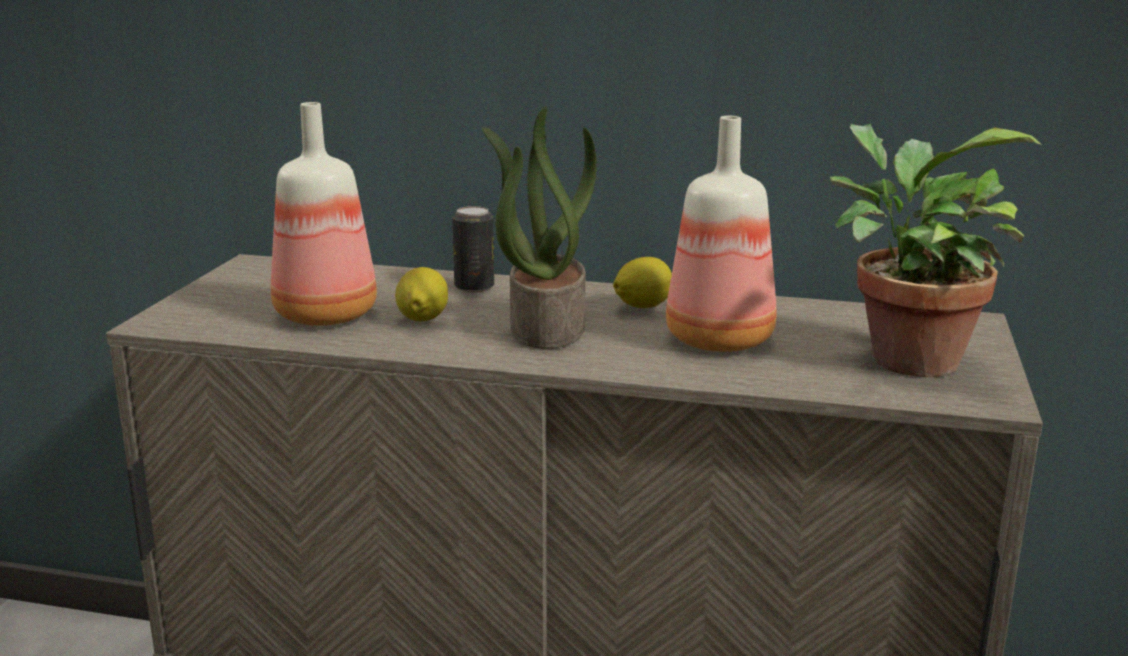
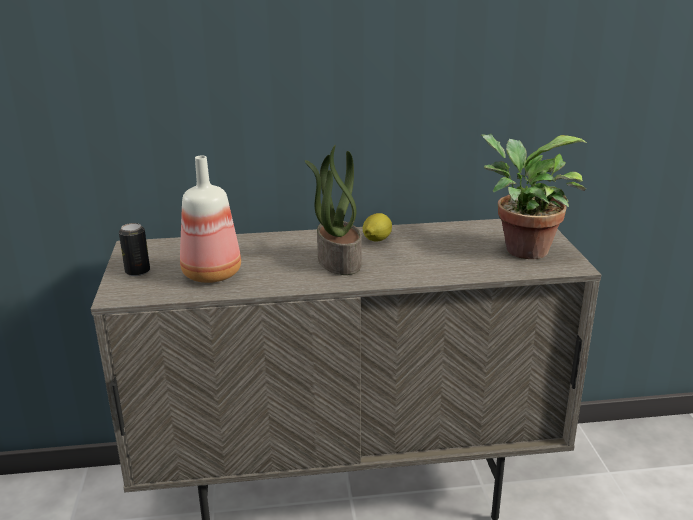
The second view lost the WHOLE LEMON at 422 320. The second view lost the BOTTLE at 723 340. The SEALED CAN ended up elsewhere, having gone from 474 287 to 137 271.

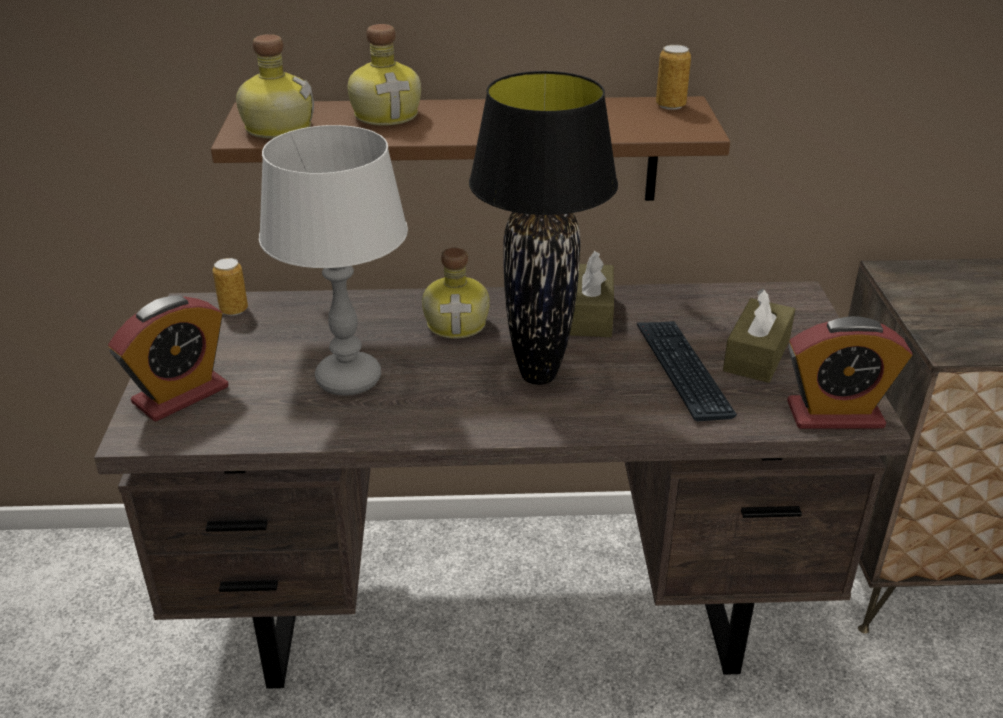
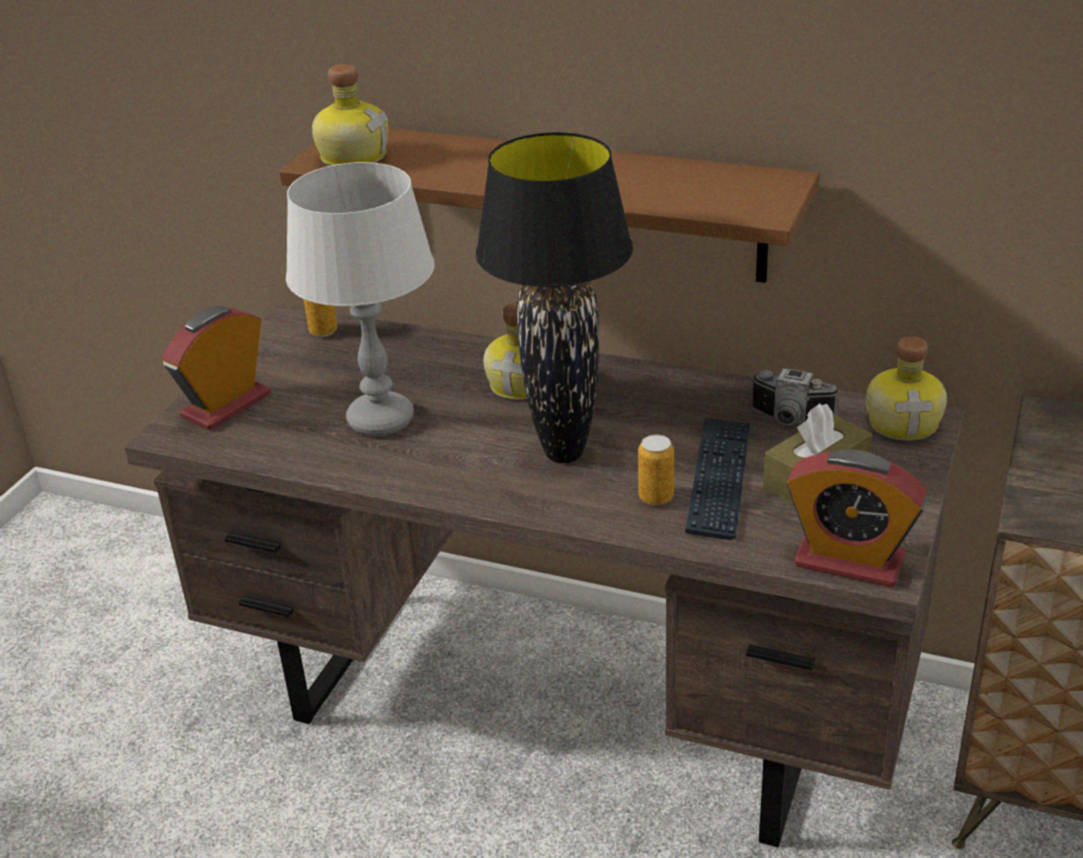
The second view lost the BROWNISH TISSUE HOLDER at 589 315. The second view gained the PHOTO CAMERA at 790 421. The BOTTLE ended up elsewhere, having gone from 387 115 to 904 422. The SEALED CAN ended up elsewhere, having gone from 670 105 to 656 497. The BEDSIDE CLOCK at 181 395 ended up facing another way, 150 degrees clockwise from before.

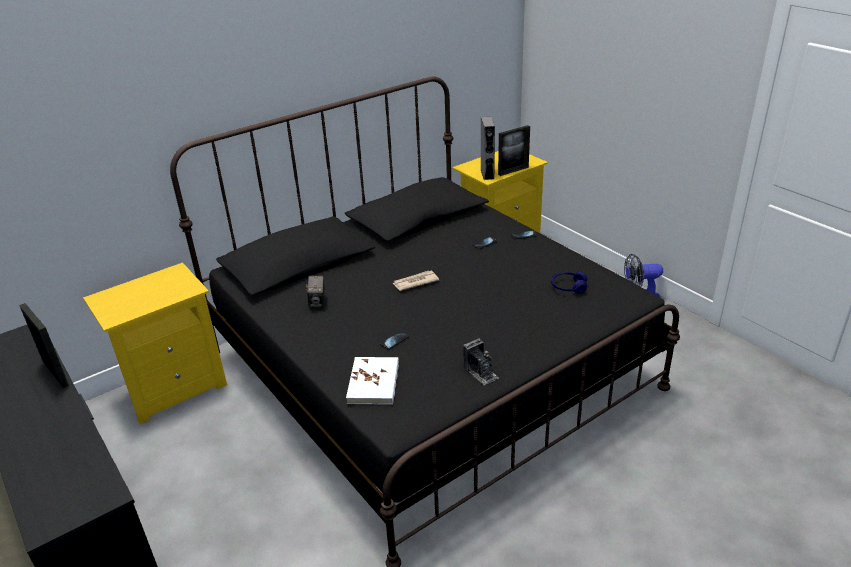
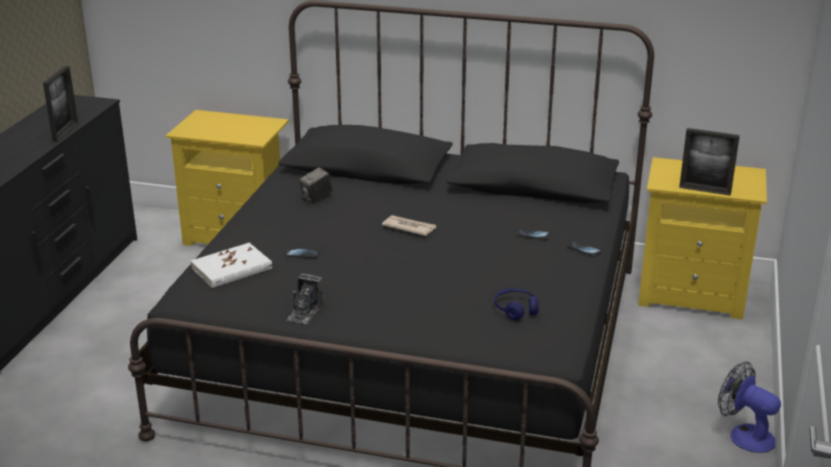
The second view lost the GREYISH LOUDSPEAKER at 487 174.

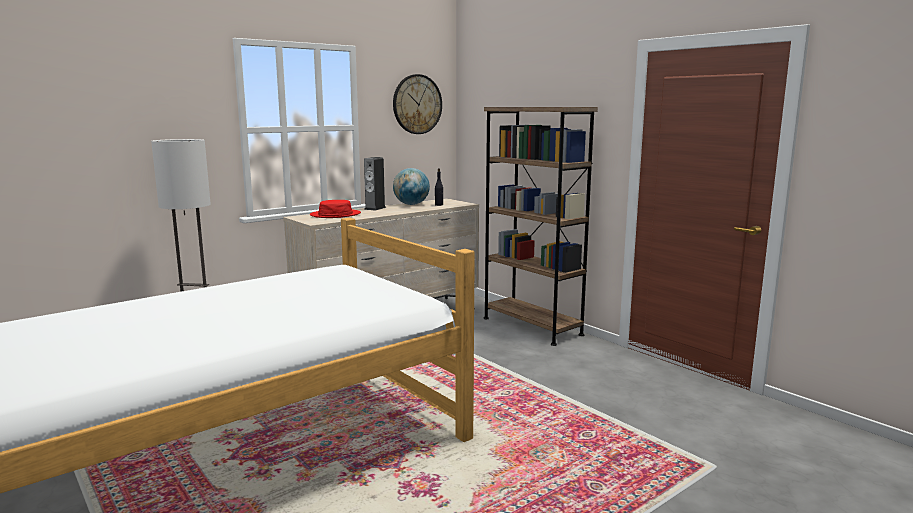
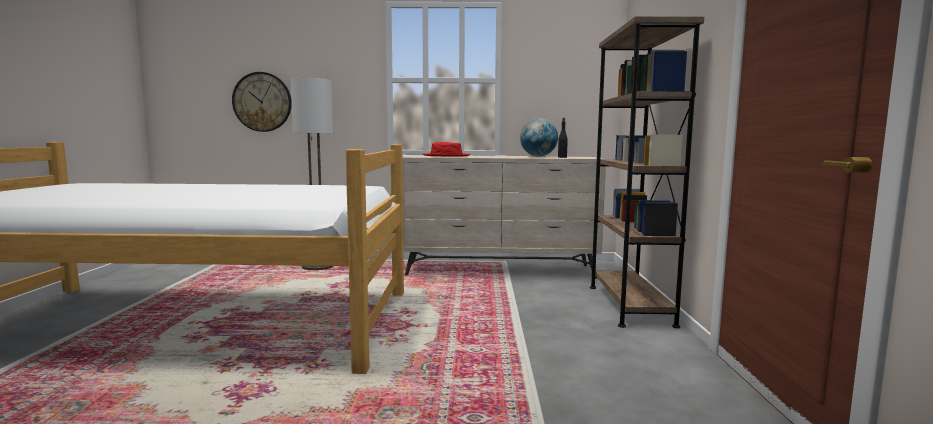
The second view lost the LOUDSPEAKER at 375 208. The HANGING CLOCK ended up elsewhere, having gone from 417 104 to 262 102.

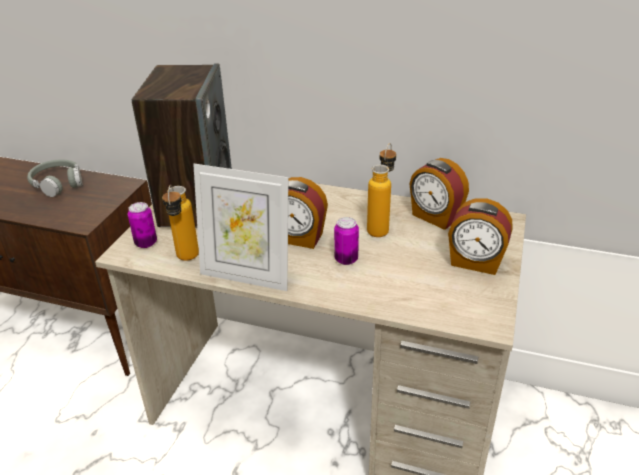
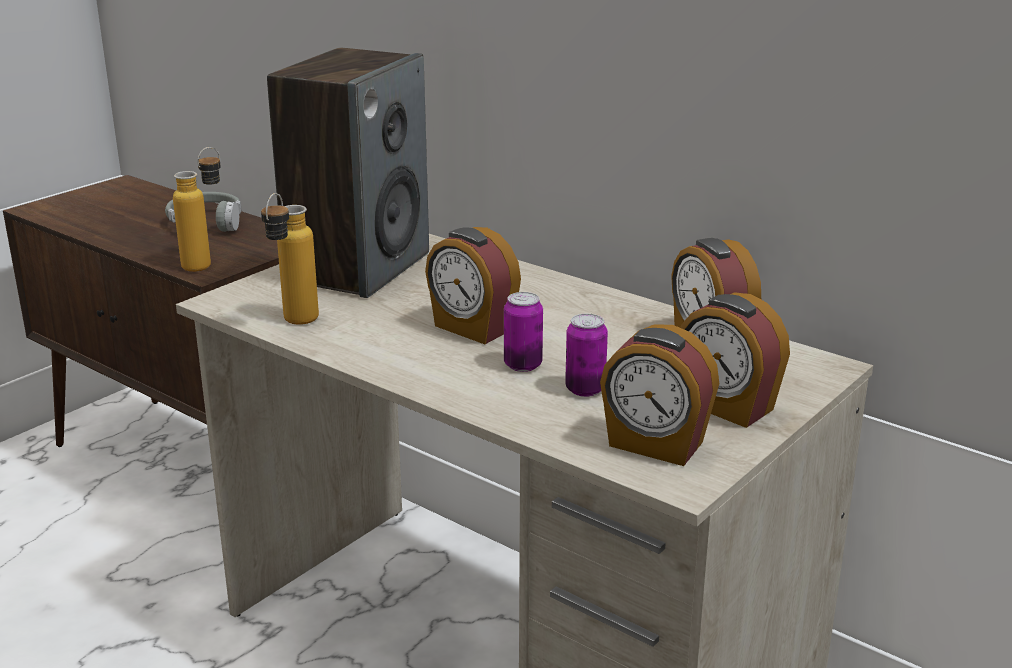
The second view lost the PICTURE FRAME at 246 276. The second view gained the BEDSIDE CLOCK at 655 445. The SEALED CAN ended up elsewhere, having gone from 146 243 to 585 389. The BOTTLE ended up elsewhere, having gone from 381 227 to 207 264.

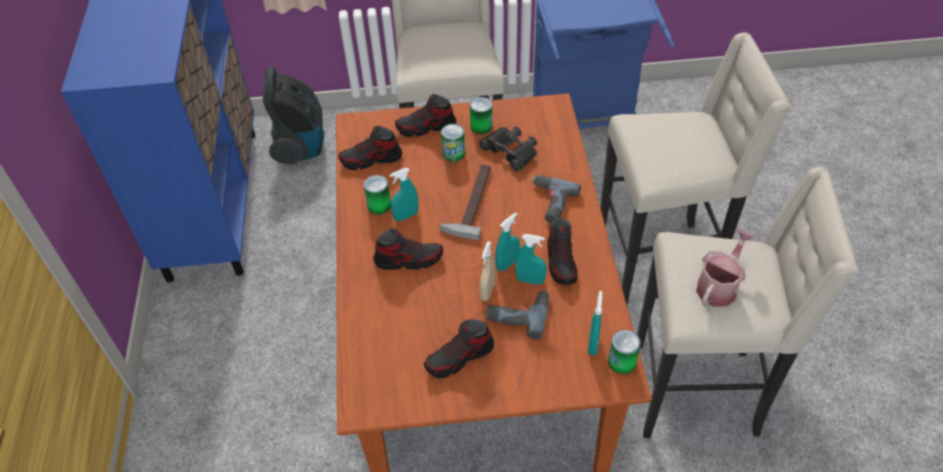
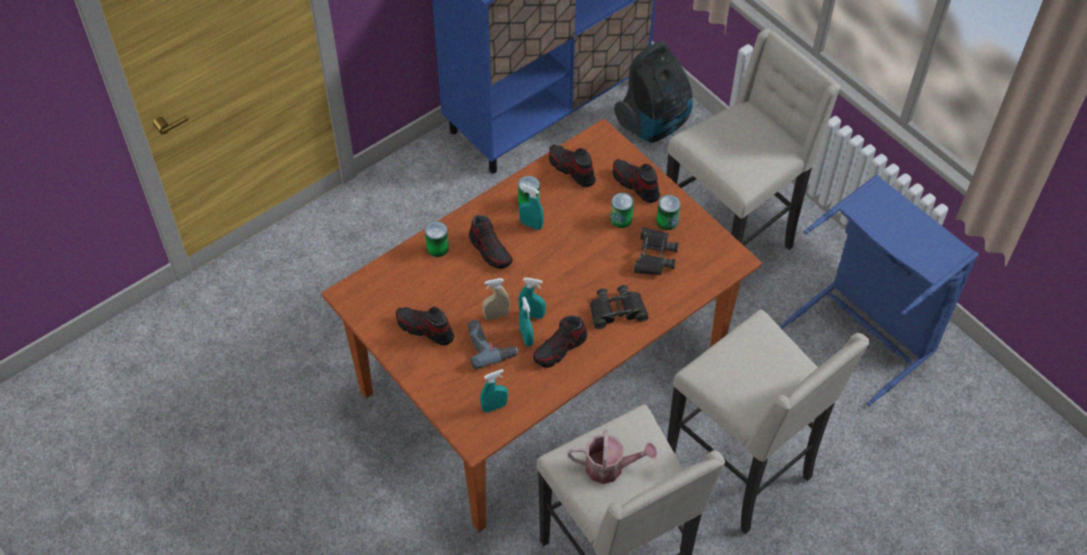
The second view lost the HAMMER at 470 201. The SEALED CAN ended up elsewhere, having gone from 622 362 to 437 248. Where the POWER DRILL stood at 549 202, the BLACK-COLOURED FIELD GLASSES came to stand at 617 311.

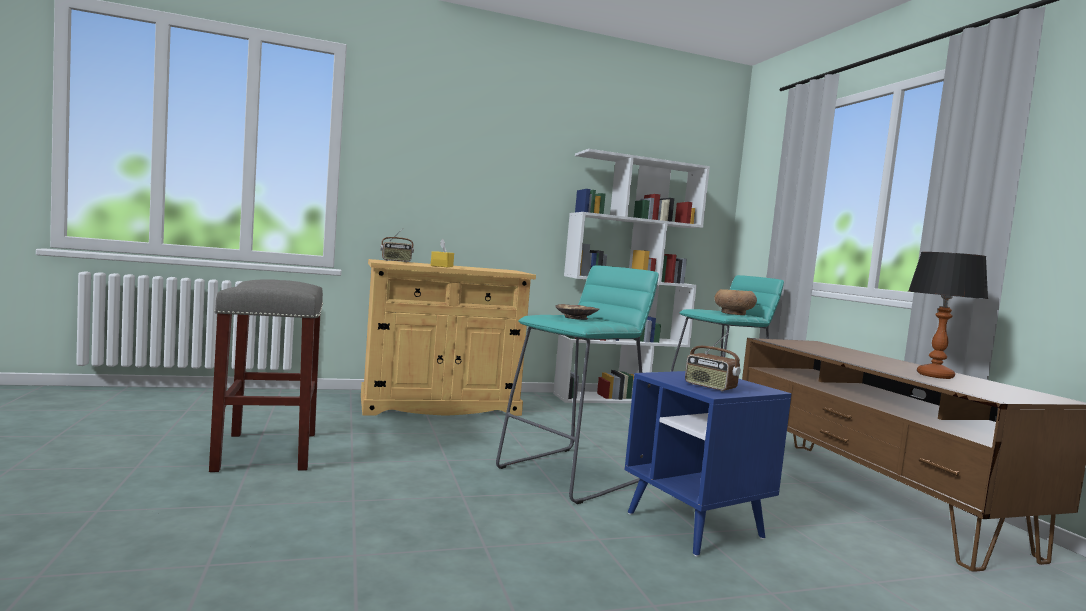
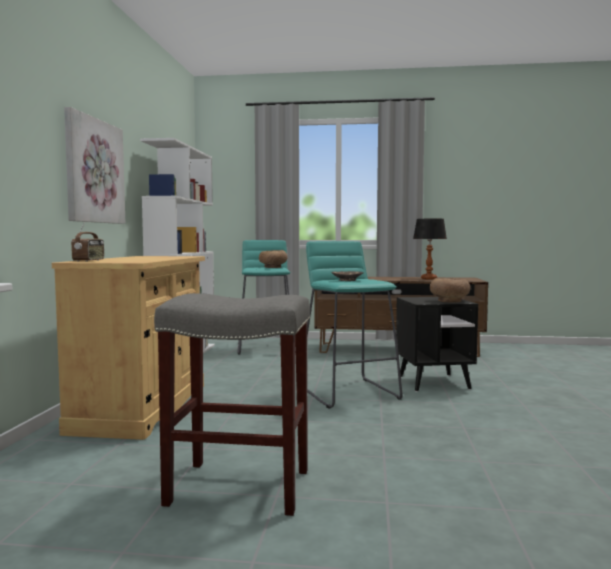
The second view lost the YELLOWISH TISSUE HOLDER at 442 266. The second view gained the PICTURE at 93 171. Where the RADIO RECEIVER stood at 709 387, the BROWNISH BOWL came to stand at 449 301. What was the BLUE ACCENT TABLE at 694 525 turned into the BLACK-COLOURED ACCENT TABLE at 433 383.

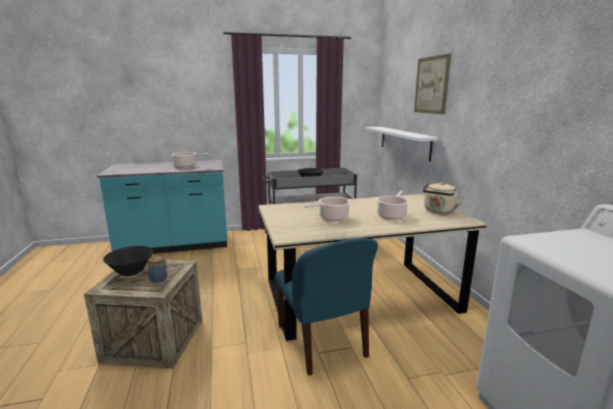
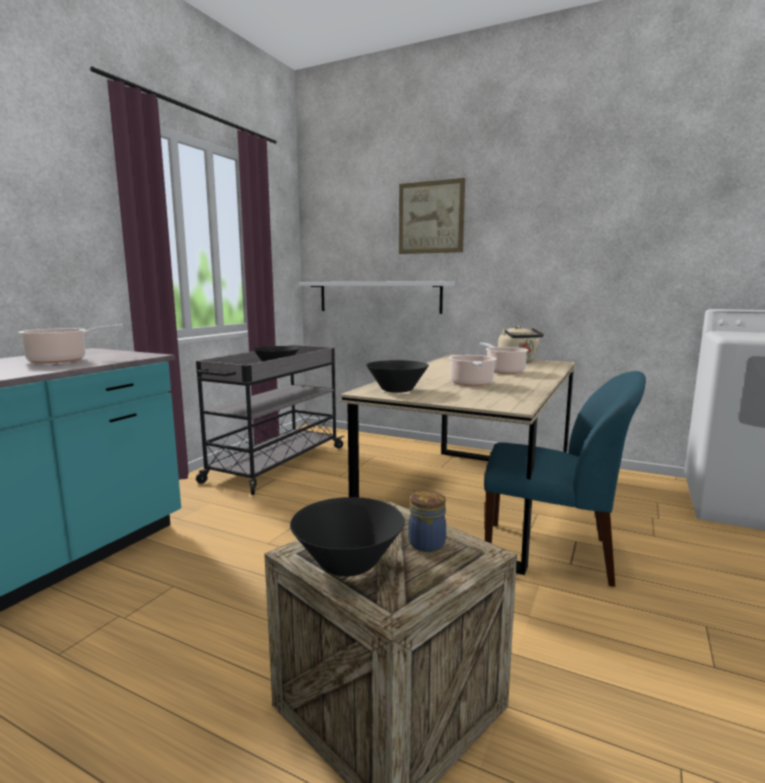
The second view gained the BLACK-COLOURED BOWL at 397 390.

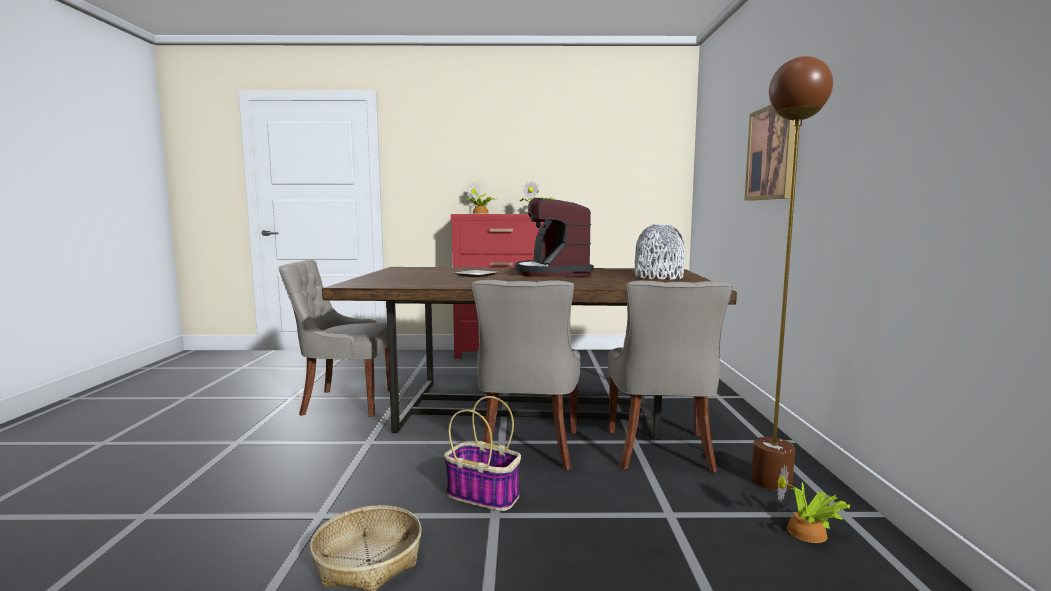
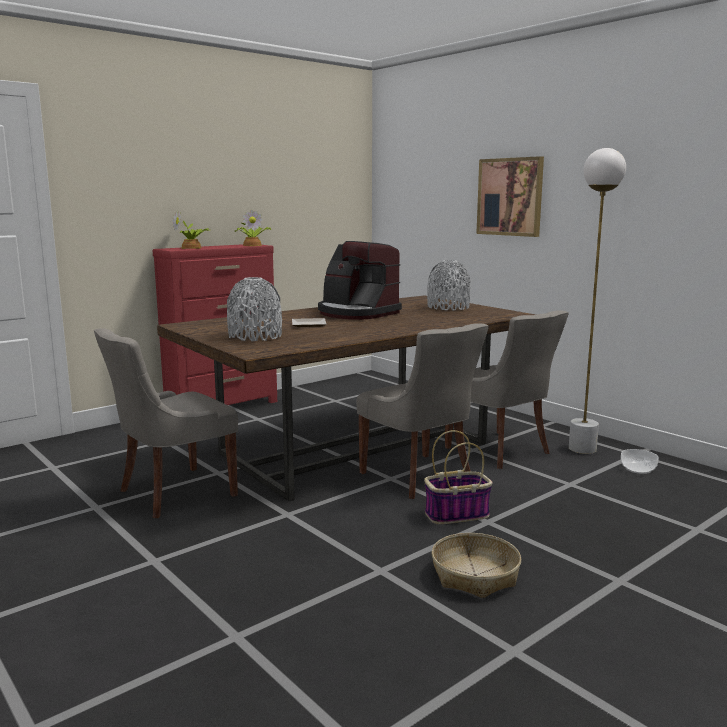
The second view gained the GREYISH FLOWER VASE at 255 336. Where the PLANT IN A POT stood at 809 533, the BOWL came to stand at 638 469. What was the BROWNISH STANDING LAMP at 771 482 turned into the WHITISH STANDING LAMP at 582 449.

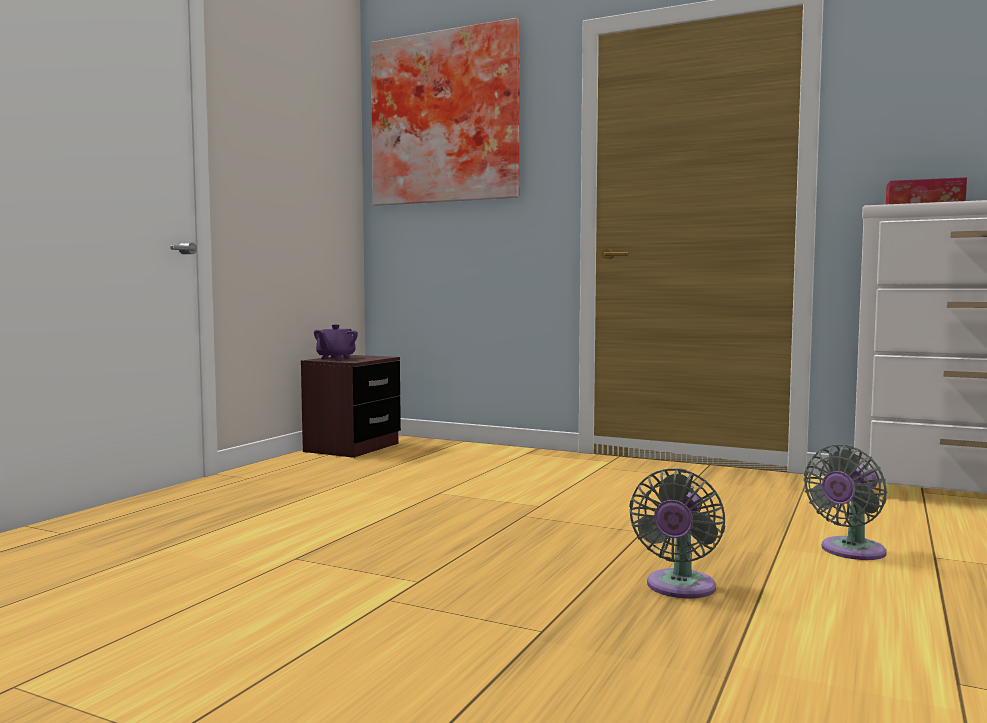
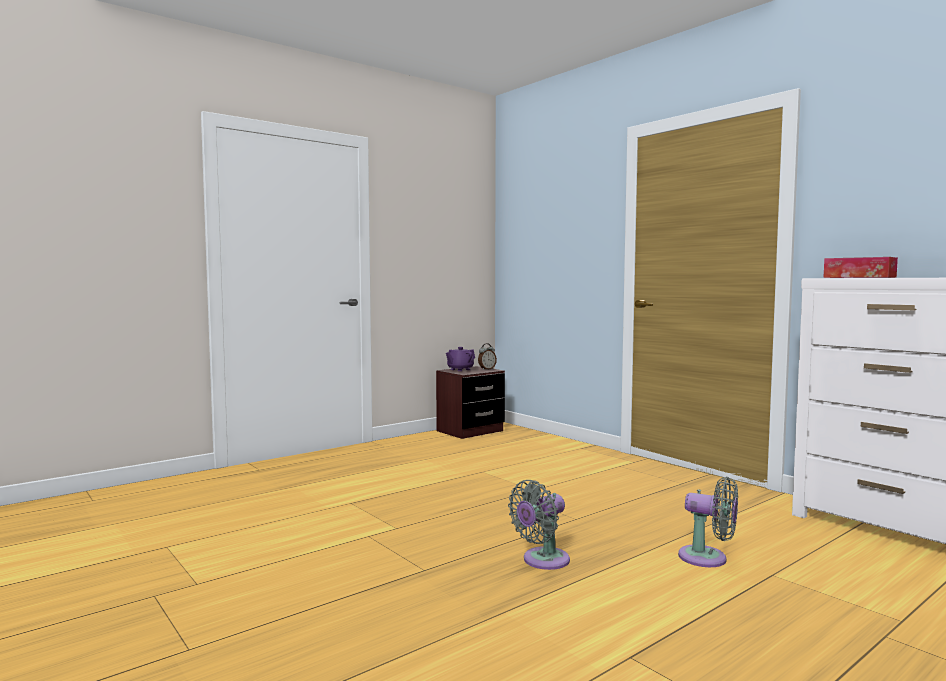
The second view lost the PICTURE at 446 118. The second view gained the BEDSIDE CLOCK at 486 369. The GREYISH FAN at 849 551 ended up facing another way, 135 degrees counterclockwise from before.

